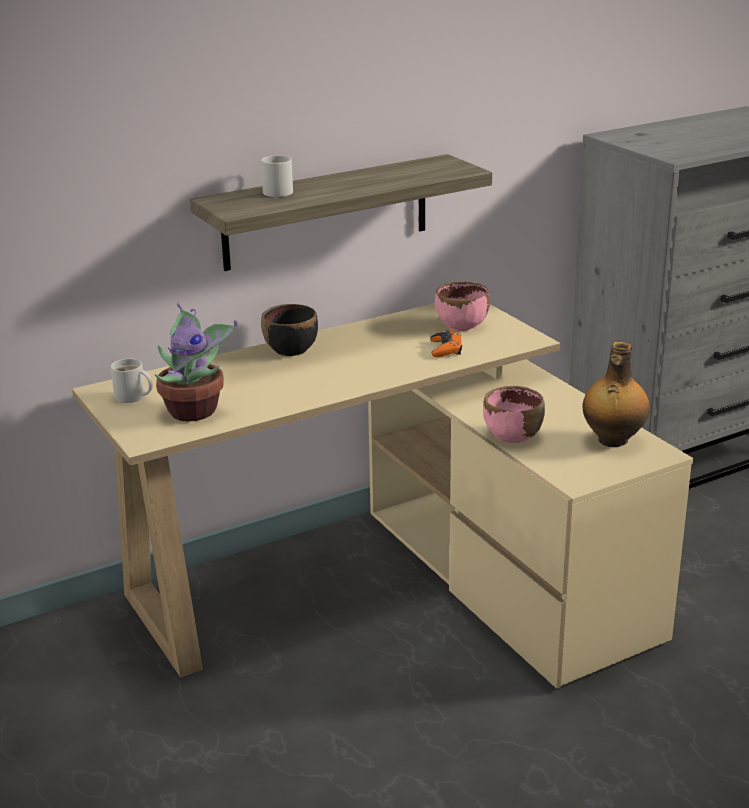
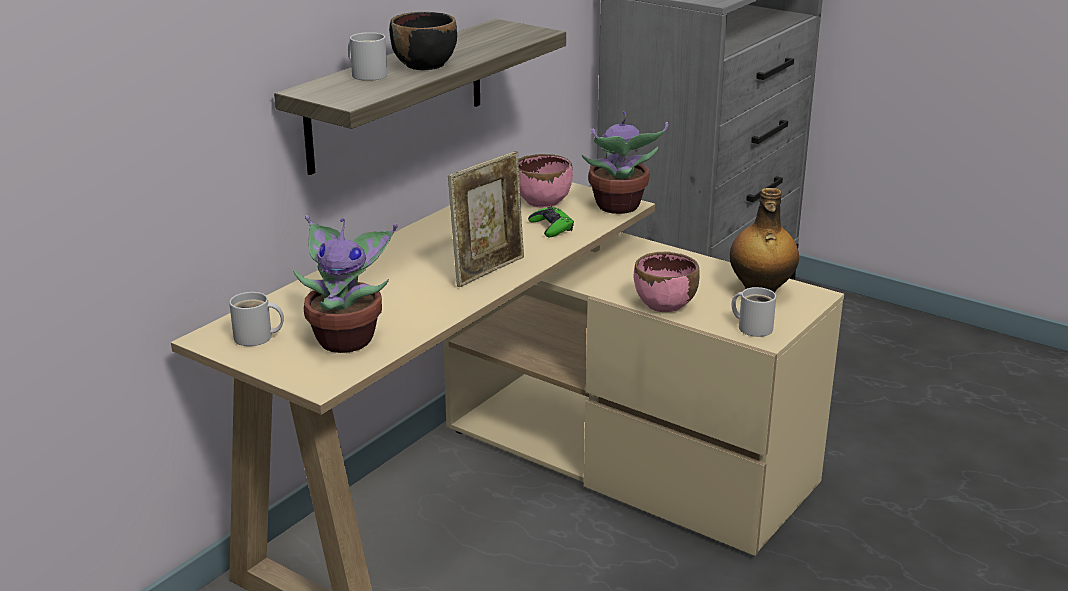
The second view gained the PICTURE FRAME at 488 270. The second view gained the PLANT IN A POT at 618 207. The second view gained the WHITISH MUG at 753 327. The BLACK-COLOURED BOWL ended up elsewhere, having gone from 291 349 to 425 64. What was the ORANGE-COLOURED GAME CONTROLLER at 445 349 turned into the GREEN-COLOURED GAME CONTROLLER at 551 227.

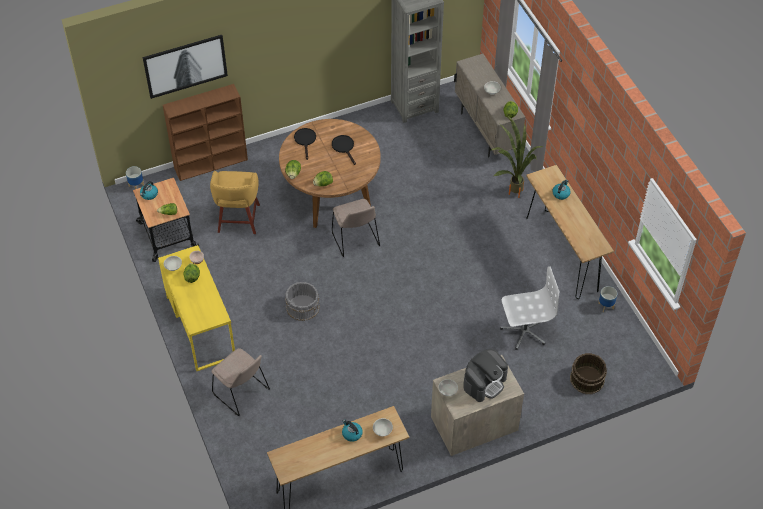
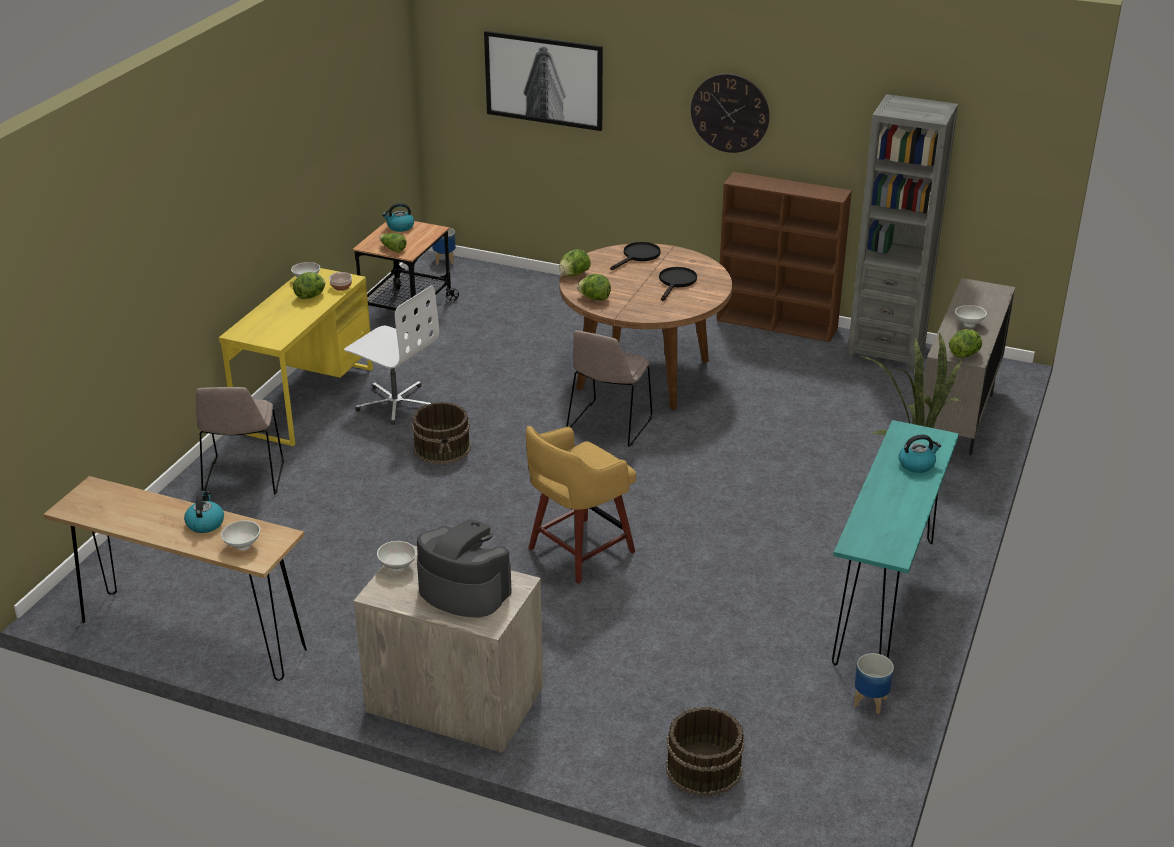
The second view gained the HANGING CLOCK at 730 113. The BROWNISH SHELVING UNIT ended up elsewhere, having gone from 211 163 to 778 324. The YELLOWISH SITTING STOOL ended up elsewhere, having gone from 238 220 to 578 551. The WHITISH OFFICE CHAIR ended up elsewhere, having gone from 524 330 to 395 403. What was the GREYISH BUCKET at 303 307 turned into the BROWNISH BUCKET at 443 447. What was the BROWNISH HALL TABLE at 561 254 turned into the BLUE-GREEN HALL TABLE at 885 600. The COFFEE BREWER at 484 382 ended up facing another way, 150 degrees counterclockwise from before.

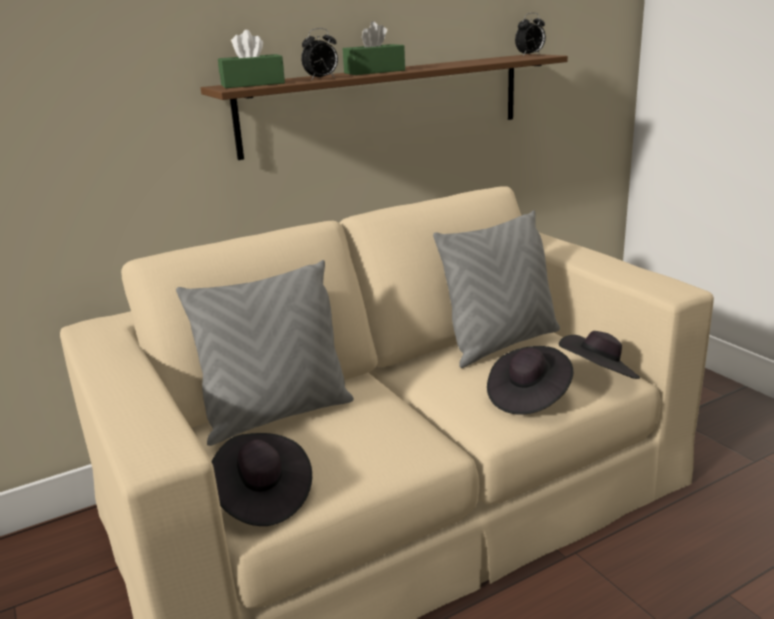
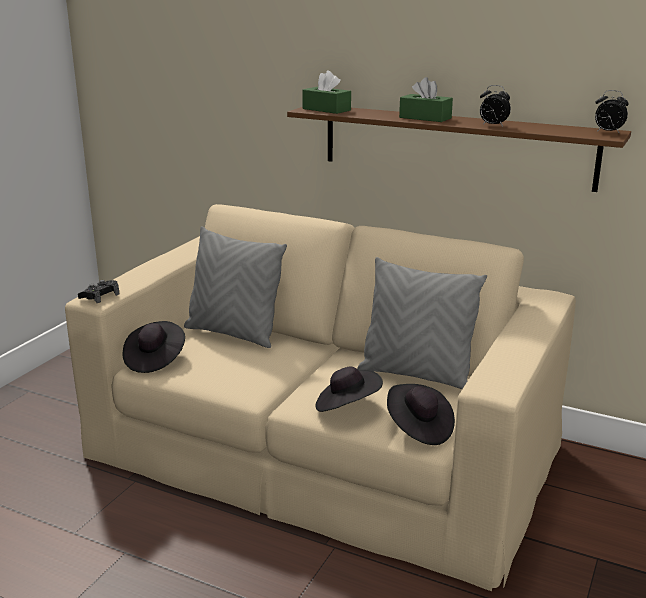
The second view gained the BLACK-COLOURED GAME CONTROLLER at 100 296. The BEDSIDE CLOCK ended up elsewhere, having gone from 322 78 to 492 125.

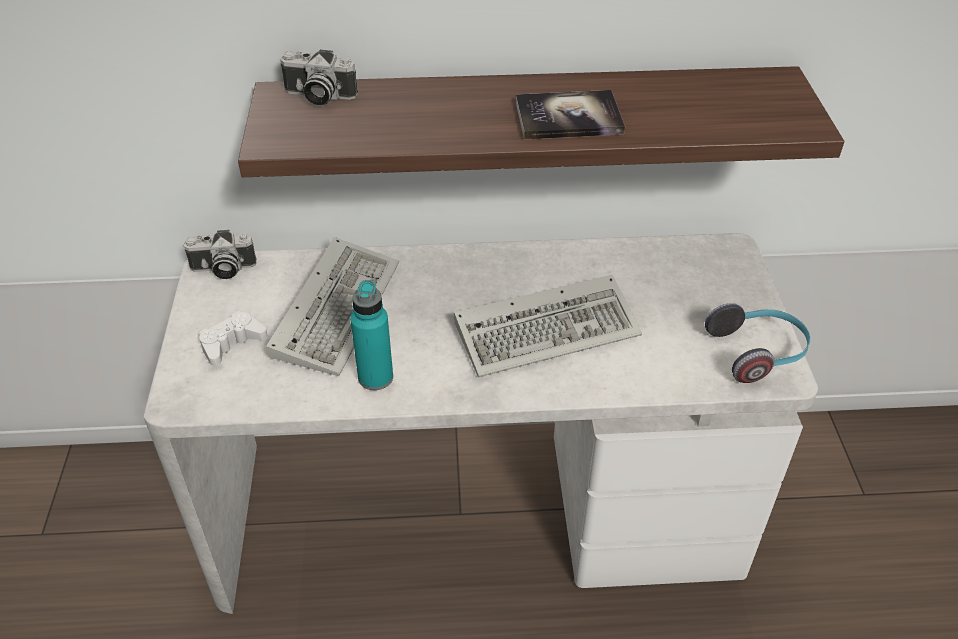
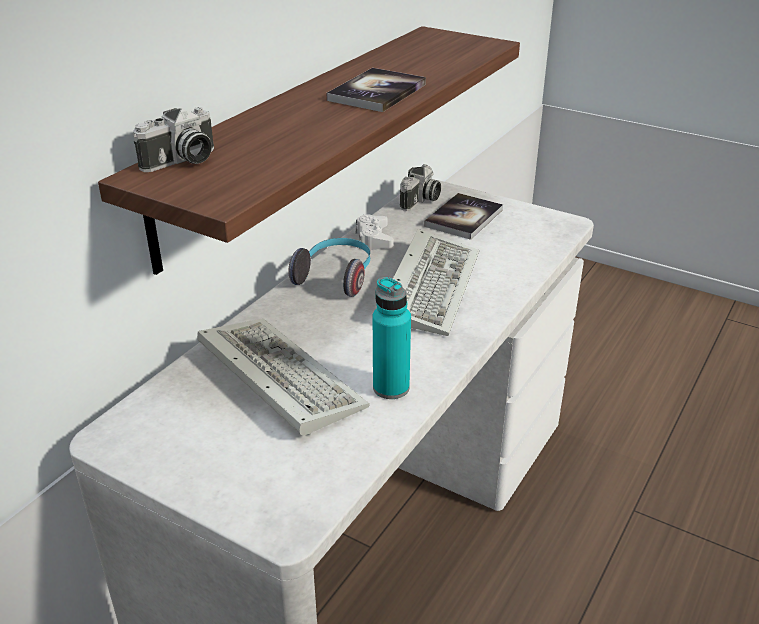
The second view gained the VOLUME at 464 218. The PHOTO CAMERA ended up elsewhere, having gone from 222 270 to 421 201. The WHITISH GAME CONTROLLER ended up elsewhere, having gone from 232 343 to 373 238. The HEADPHONES ended up elsewhere, having gone from 758 353 to 336 277.

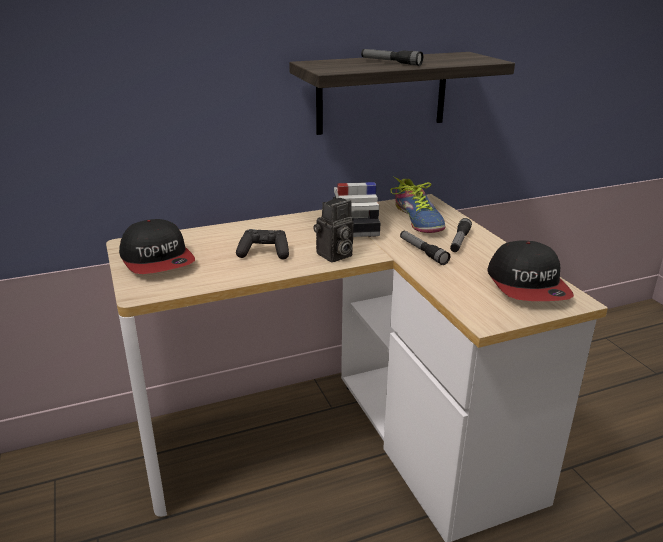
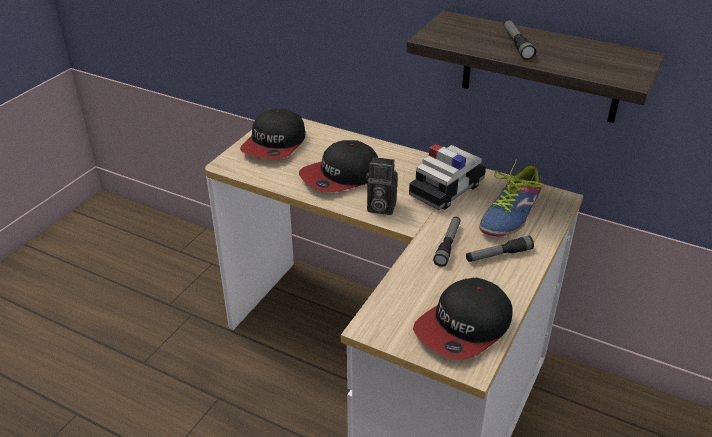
Where the BLACK-COLOURED GAME CONTROLLER stood at 264 253, the BASEBALL CAP came to stand at 341 176.

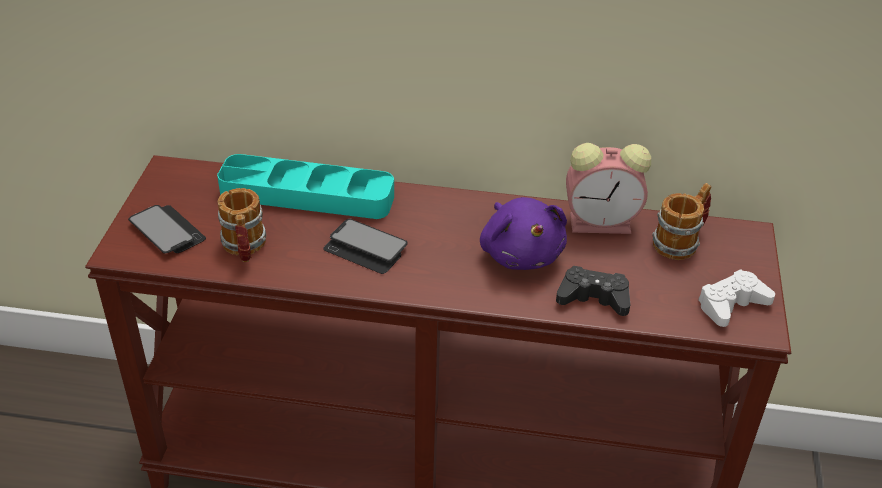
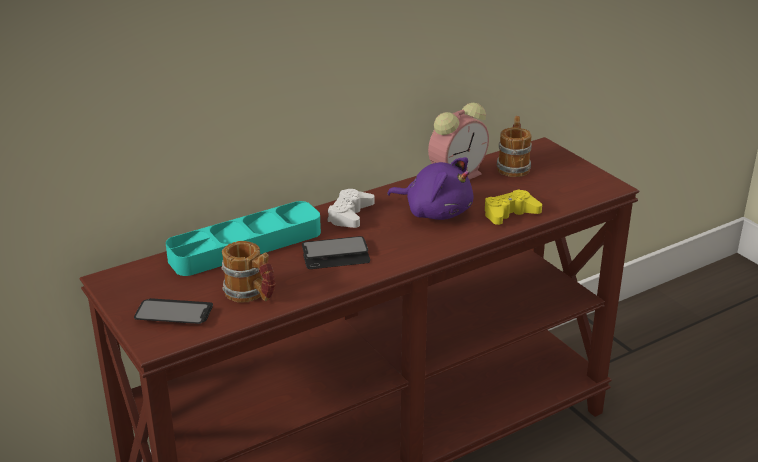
The WHITISH GAME CONTROLLER ended up elsewhere, having gone from 731 304 to 350 215. What was the BLACK-COLOURED GAME CONTROLLER at 593 298 turned into the YELLOWISH GAME CONTROLLER at 510 214.

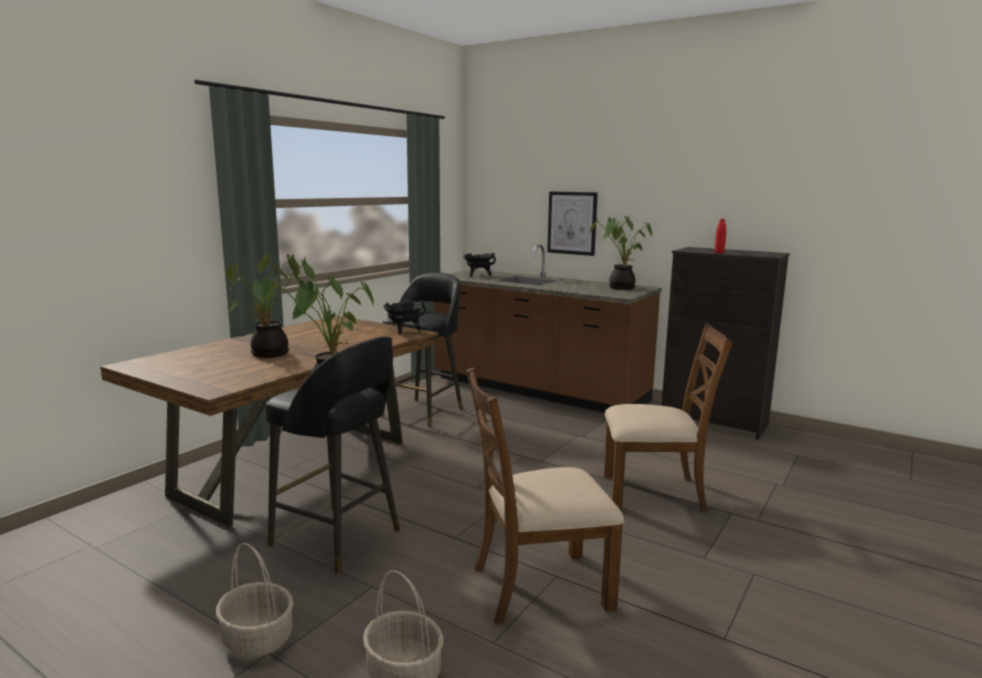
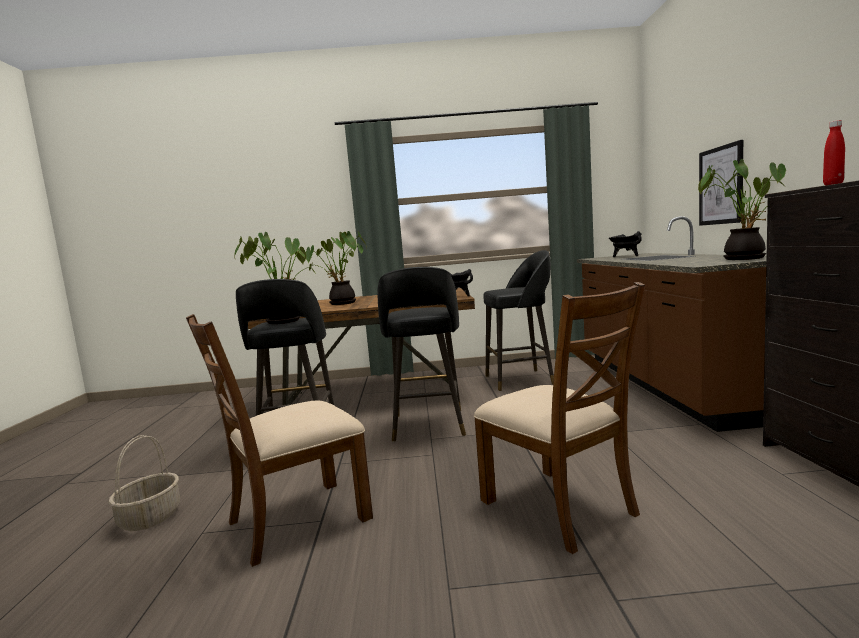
The second view lost the BASKET at 256 639. The second view gained the BLACK-COLOURED SITTING STOOL at 428 426. The BROWNISH UPRIGHT CHAIR at 539 586 ended up facing another way, 75 degrees counterclockwise from before.

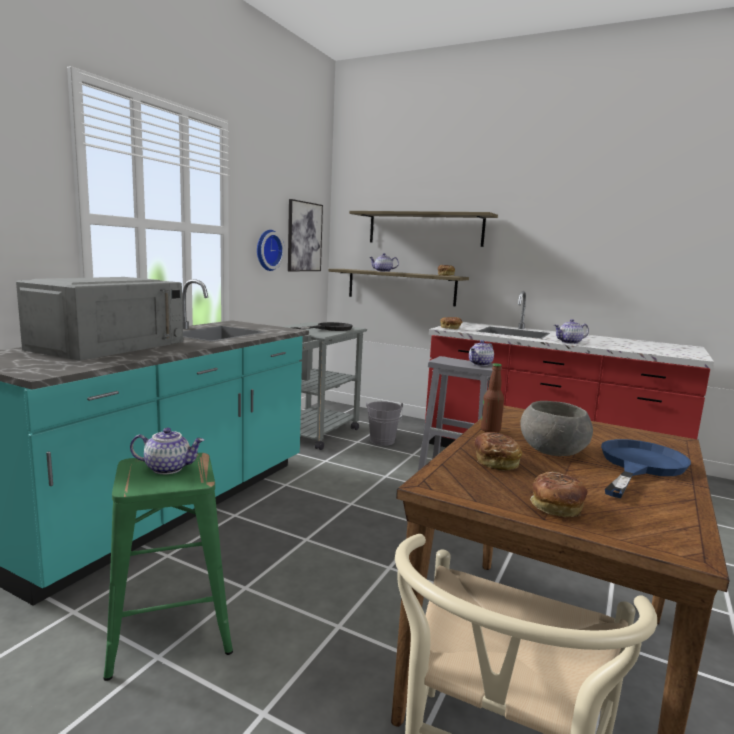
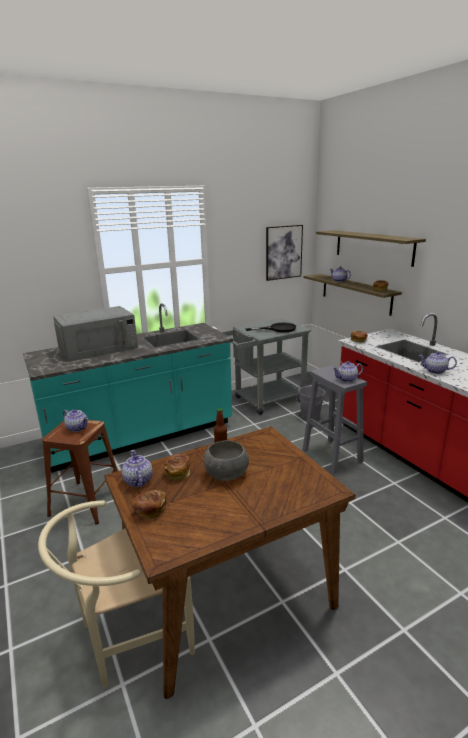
The second view lost the HANGING CLOCK at 267 250. The second view lost the BLUE PAN at 639 466. The second view gained the TEA POT at 137 480. What was the GREEN-COLOURED SITTING STOOL at 168 627 turned into the BROWNISH SITTING STOOL at 86 501.

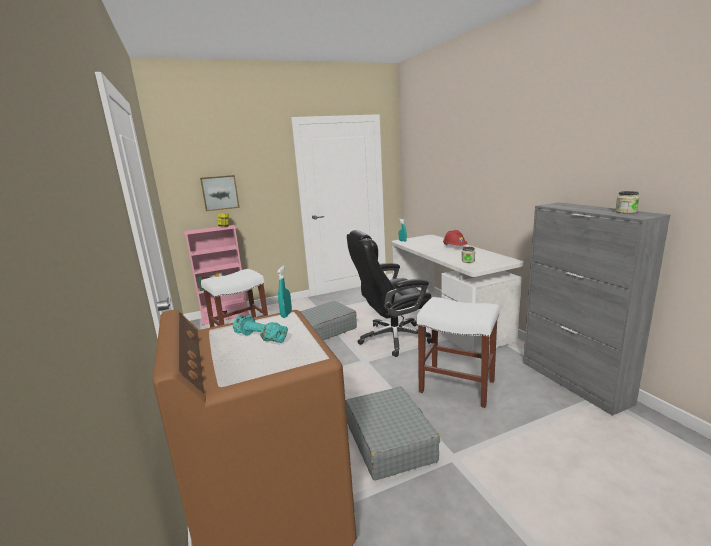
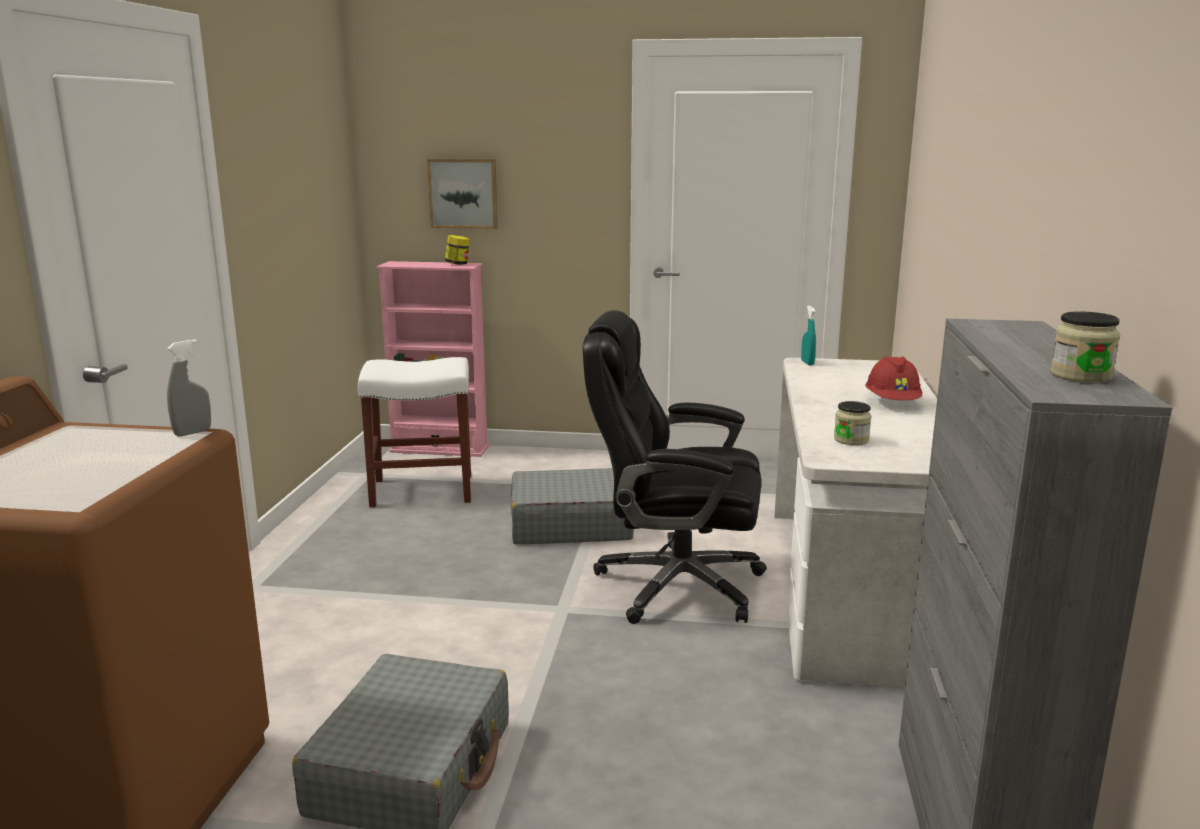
The second view lost the BLUE-GREEN DUMBBELL at 259 338. The second view lost the WHITISH SITTING STOOL at 458 386. What was the BLUE-GREEN HAND SPRAYER at 286 314 turned into the GREYISH HAND SPRAYER at 193 432.

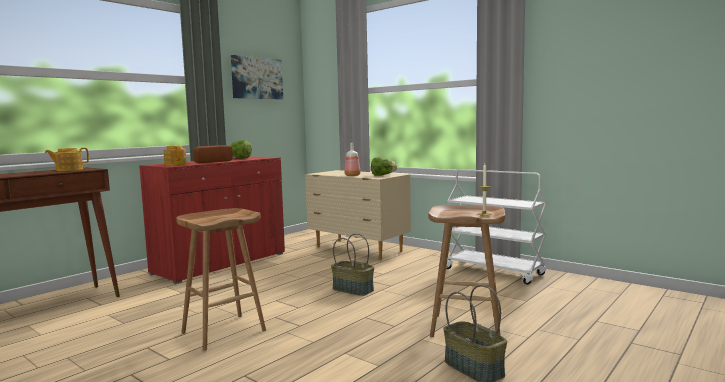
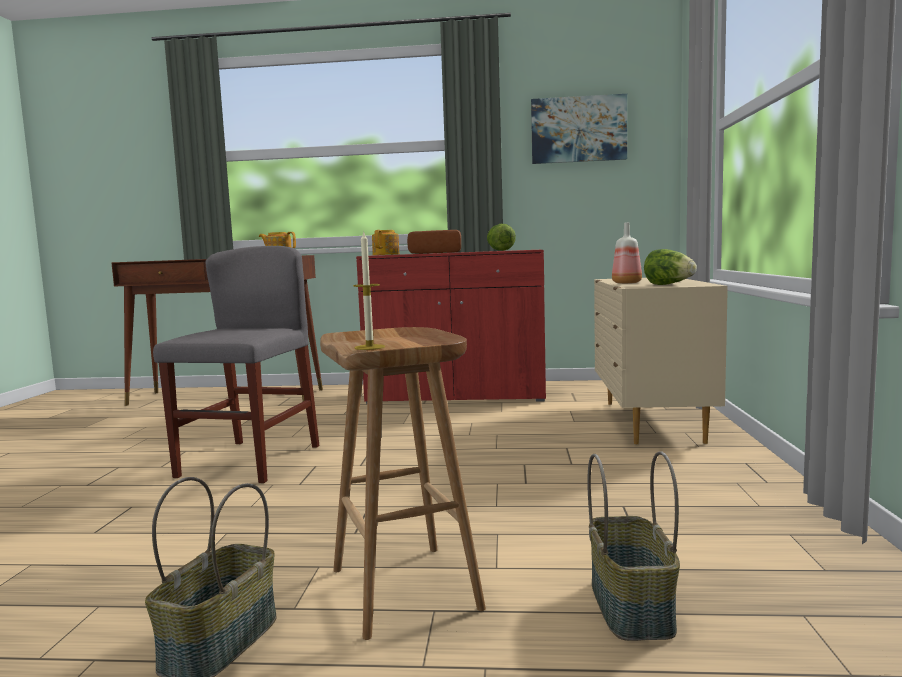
The second view lost the WHITISH WHEELED CART at 495 272. The BASKET ended up elsewhere, having gone from 353 289 to 633 607. Where the BROWNISH SITTING STOOL stood at 224 331, the GREYISH UPRIGHT CHAIR came to stand at 250 461.

